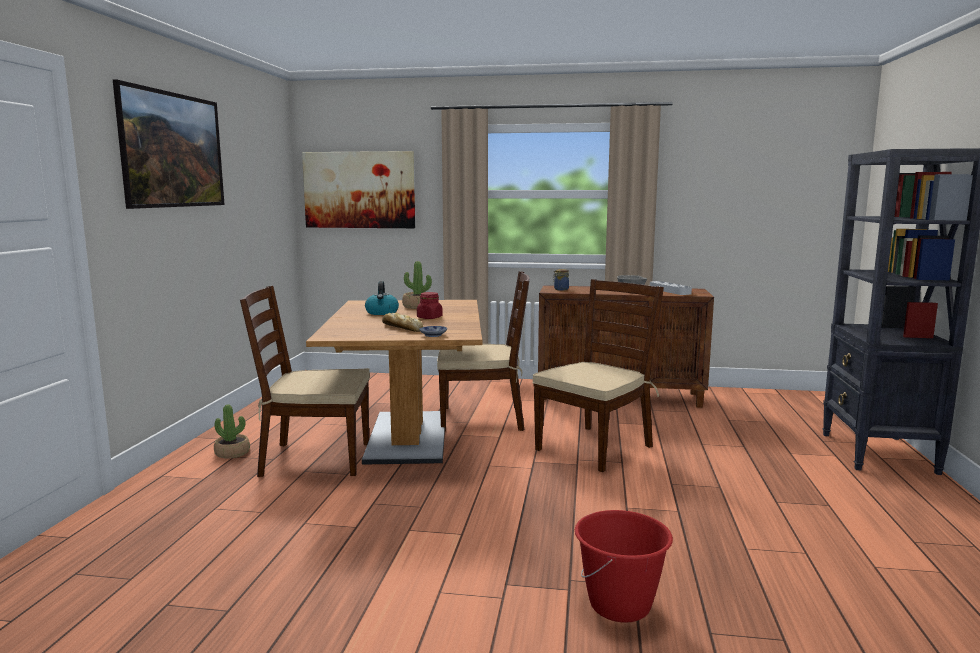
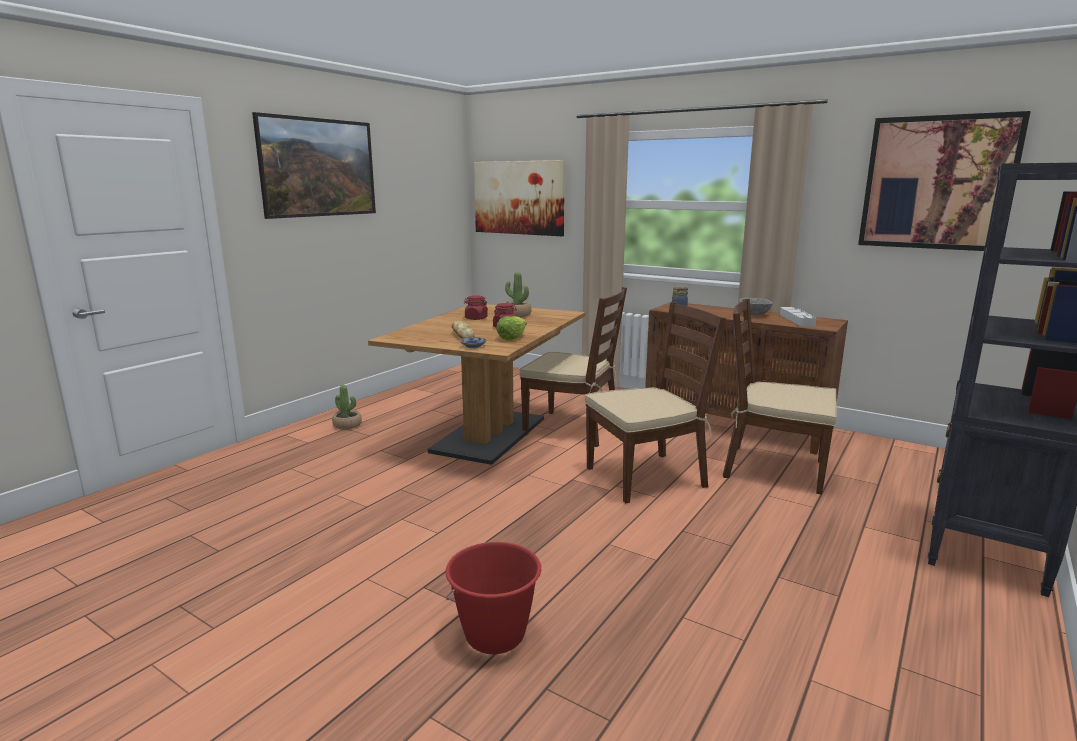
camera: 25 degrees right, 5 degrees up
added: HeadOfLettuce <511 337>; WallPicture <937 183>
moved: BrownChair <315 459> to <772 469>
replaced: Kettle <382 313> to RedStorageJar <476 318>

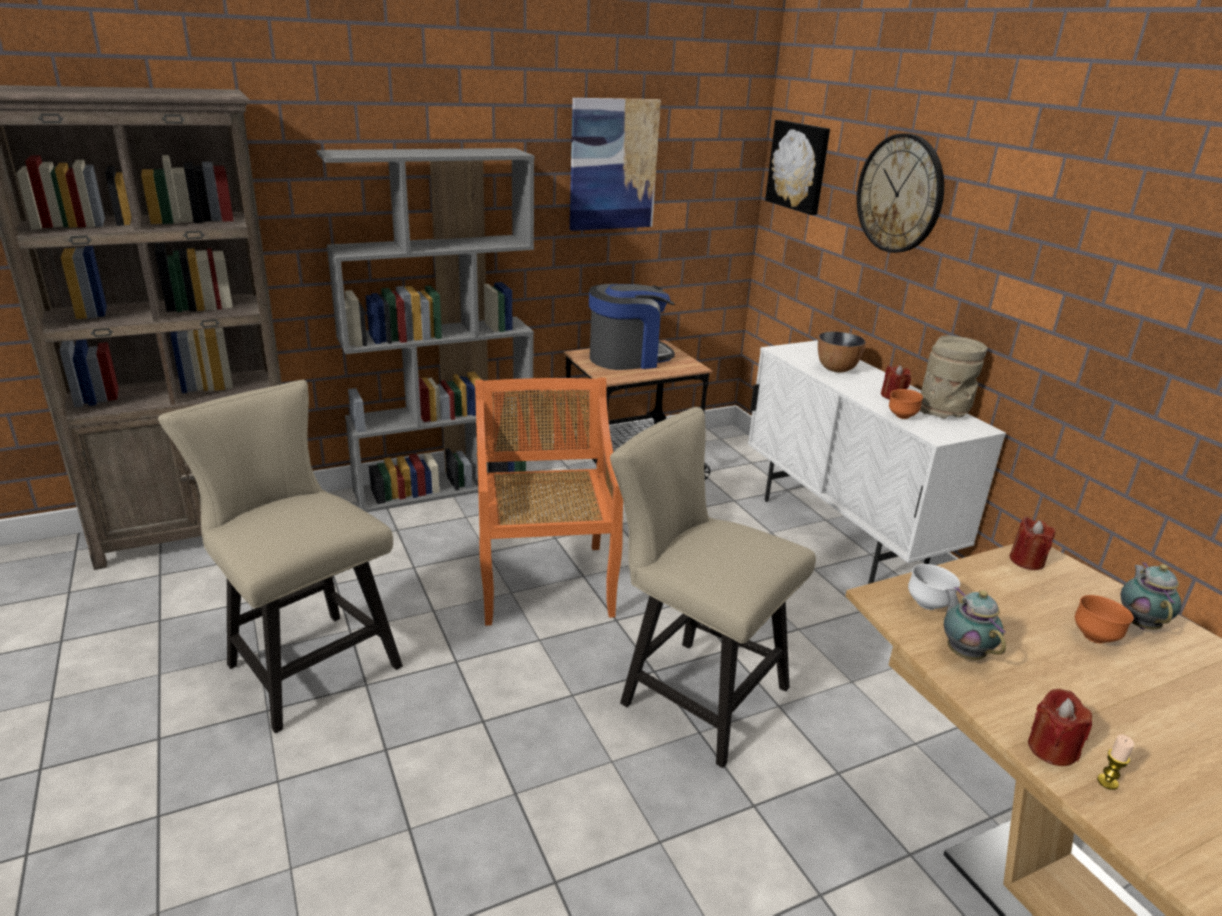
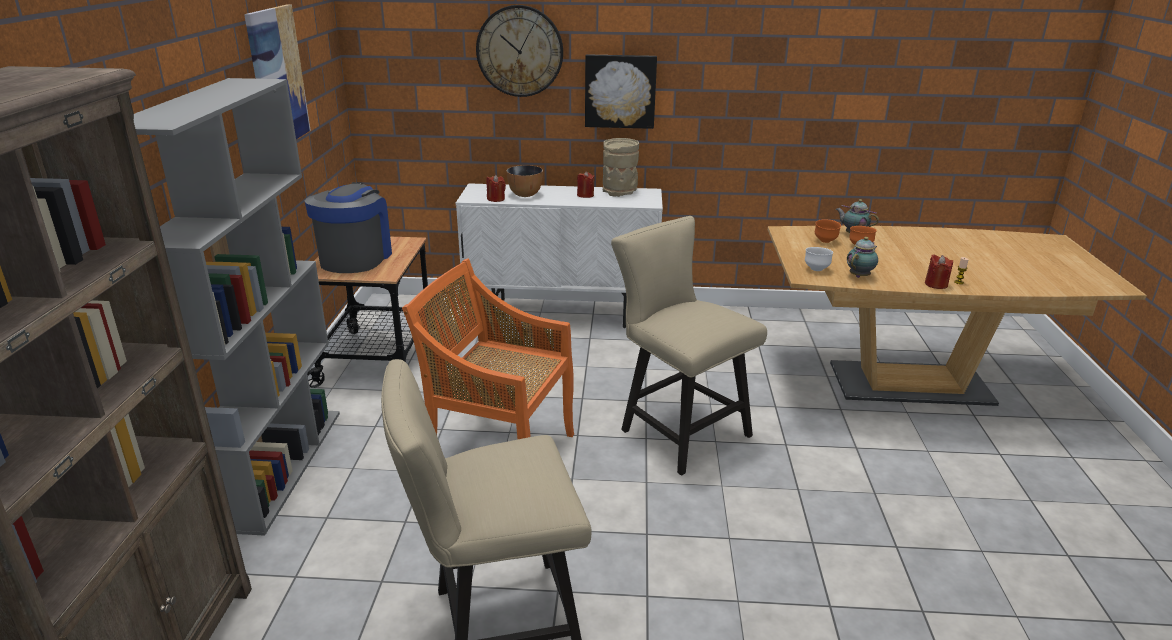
camera: 60 degrees left, 0 degrees up
moved: WallPicture <799 166> to <620 91>; OrangeyDeepDish <901 417> to <825 241>; RedWaxCandle <1026 561> to <496 199>
turned: SandColouredChair <693 692> = <677 430> 75 degrees clockwise; Teapot <963 652> = <860 276> 120 degrees clockwise

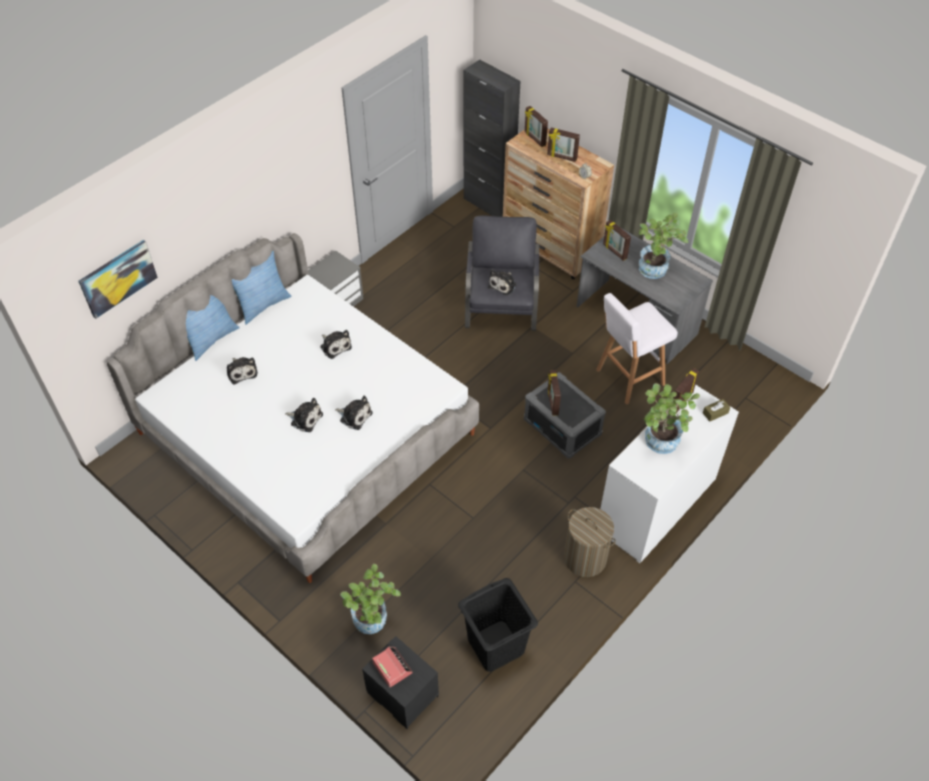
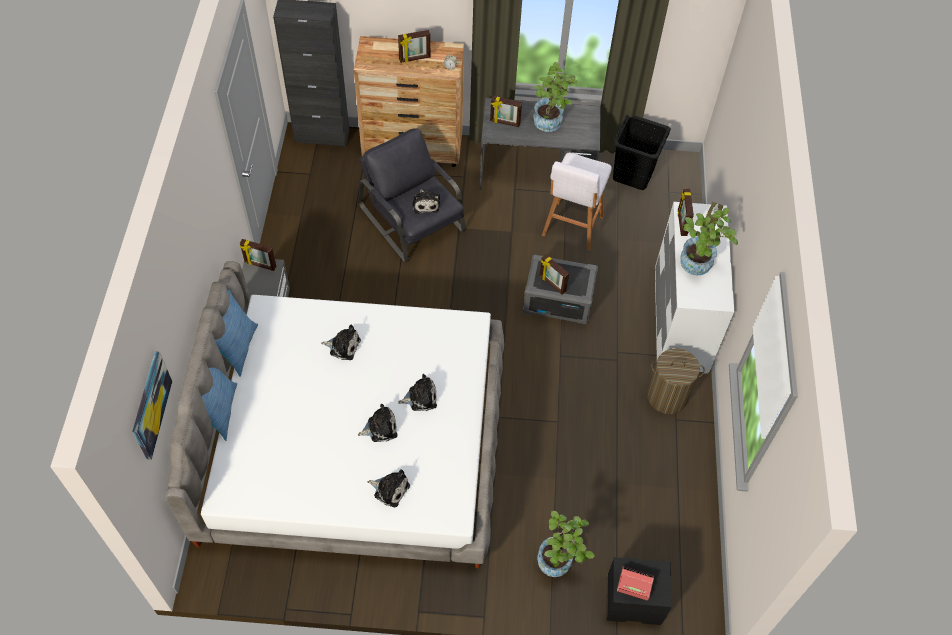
camera: 40 degrees left, 5 degrees up
moved: PlushToy <241 371> to <390 489>; BlackishHamper <495 646> to <633 174>; StandingFrame <534 139> to <260 265>

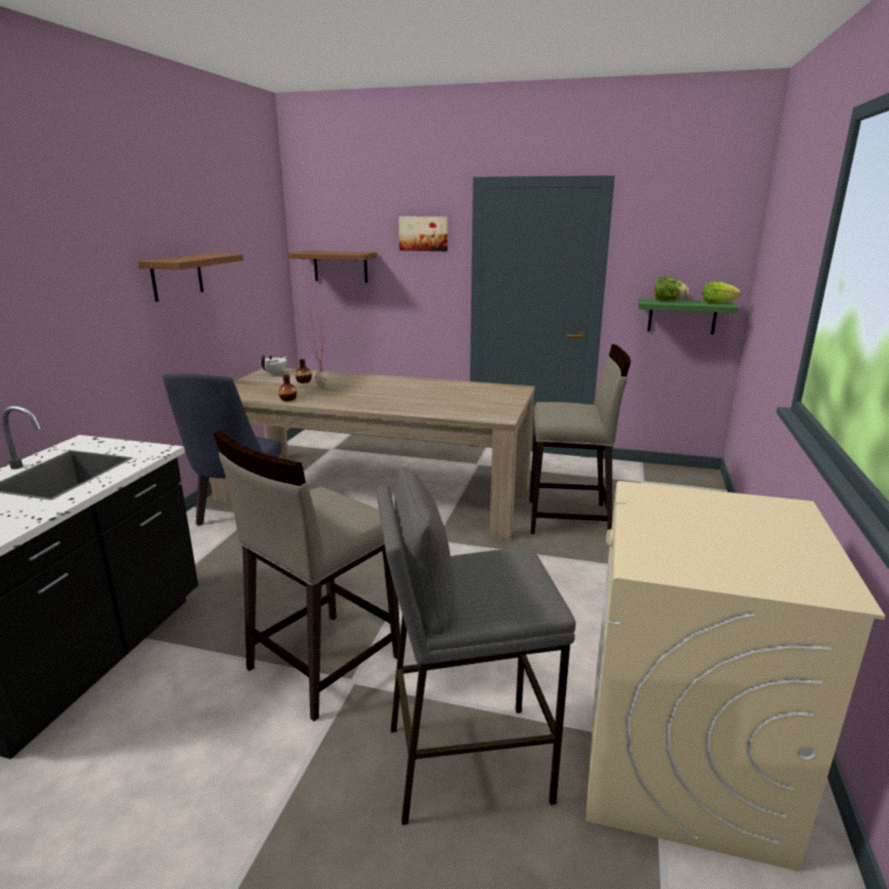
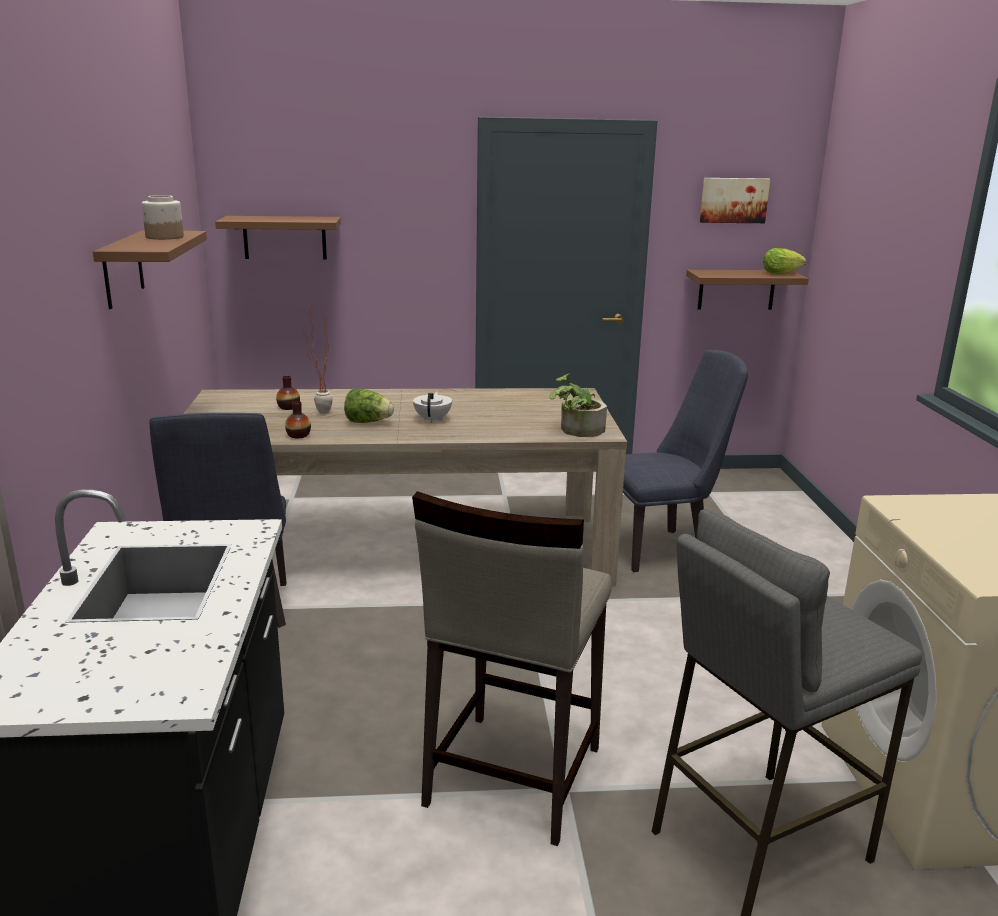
camera: 20 degrees left, 0 degrees up
added: StorageJar <164 237>; PottedPlant <576 430>
moved: WhiteTeapot <275 373> to <433 419>; WallPicture <423 233> to <733 200>; HeadOfLettuce <668 300> to <368 422>
replaced: SandColouredStool <569 519> to BlueChair <663 549>
recoloured: GreenishWallShelf <682 316> to BrownWallShelf <736 289>

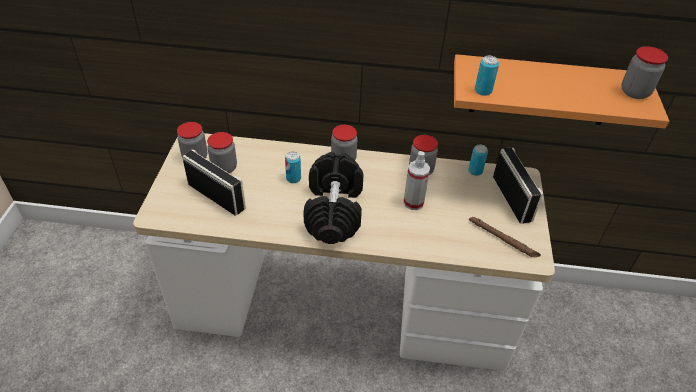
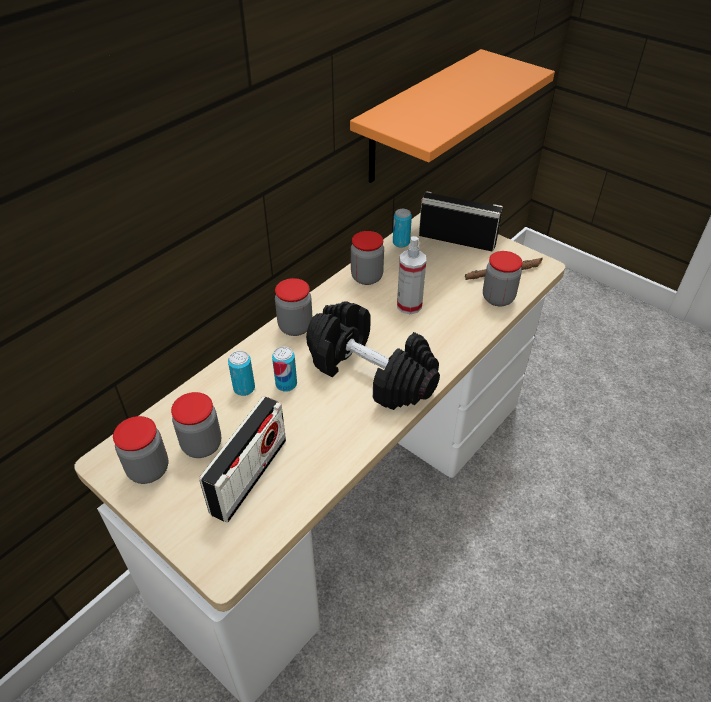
camera: 55 degrees left, 0 degrees up
moved: SealedCan <483 91> to <244 388>; StorageJar <635 92> to <498 298>
turned: RadioSet <216 196> = <249 476> 135 degrees clockwise

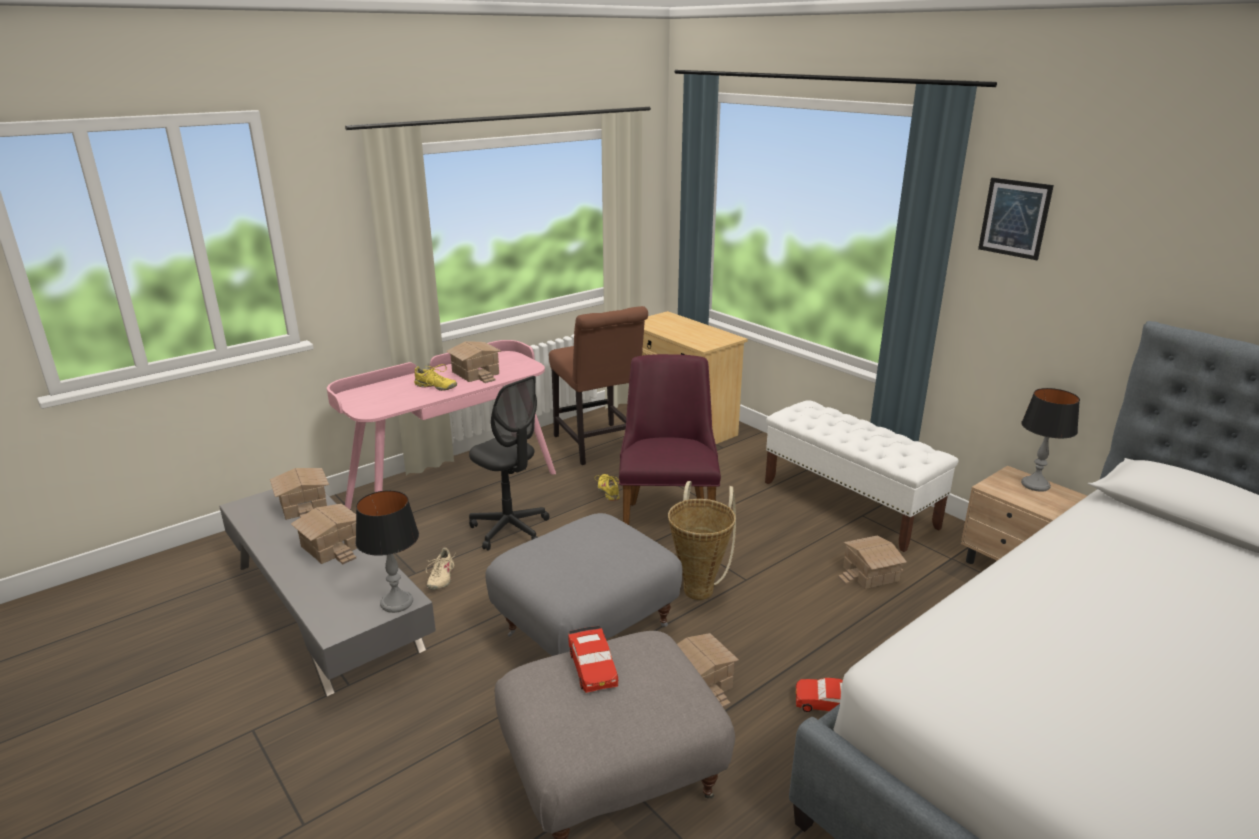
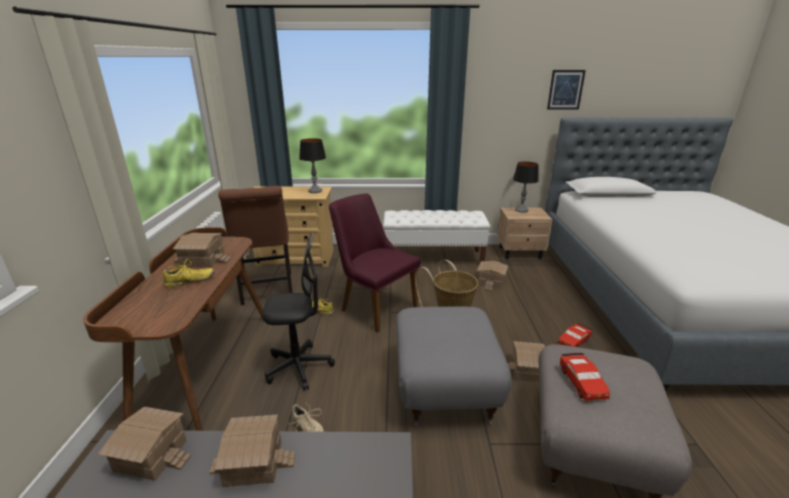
camera: 50 degrees left, 0 degrees up
moved: TableLamp <396 603> to <315 191>; WallPicture <1014 218> to <565 90>
recoloured: PinkishDeskUnit <453 489> to BrownDeskUnit <207 369>
turned: BrownChair <599 446> = <267 290> 60 degrees clockwise; RedMiniatureCar <593 667> = <582 382> 60 degrees clockwise

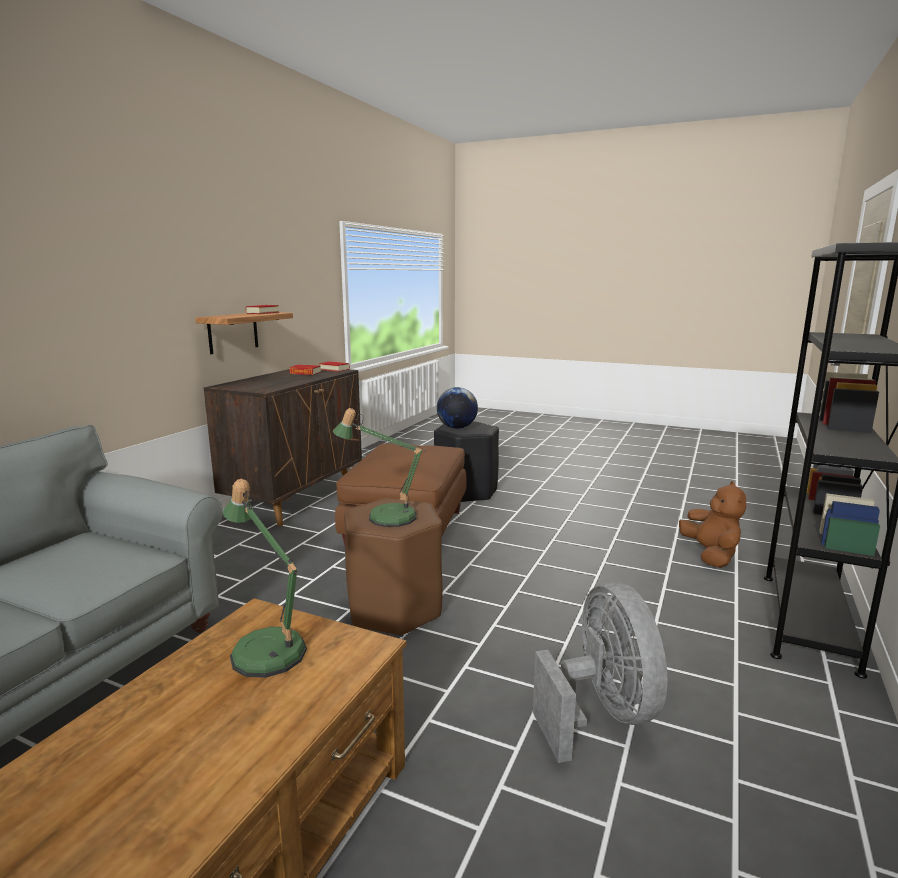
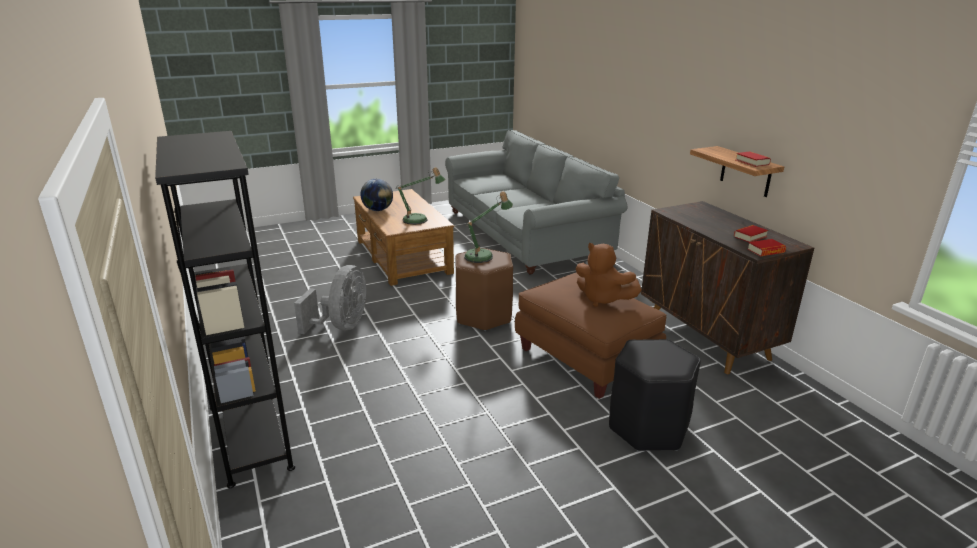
camera: 130 degrees right, 10 degrees up
moved: Globe <457 428> to <377 210>; BrownPlushToy <711 555> to <602 299>
turned: GrayCoolingFan <601 714> = <342 326> 105 degrees counterclockwise

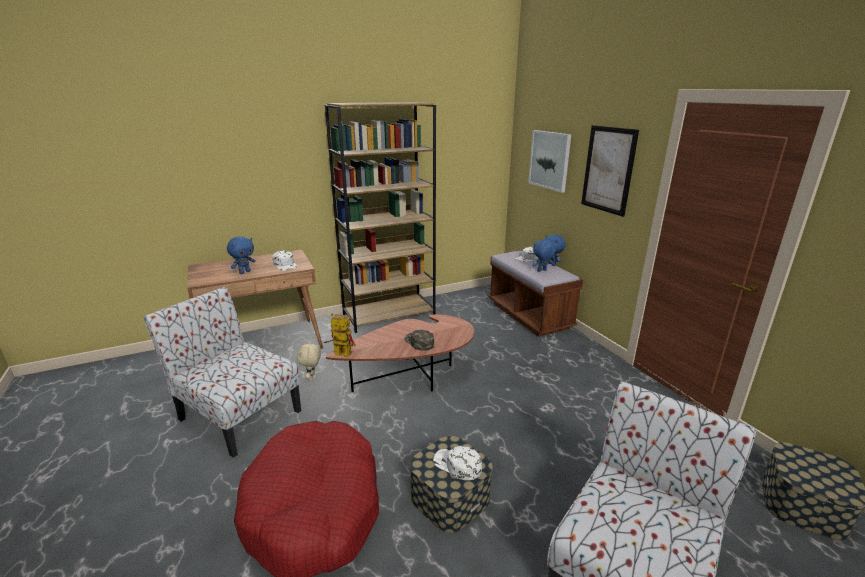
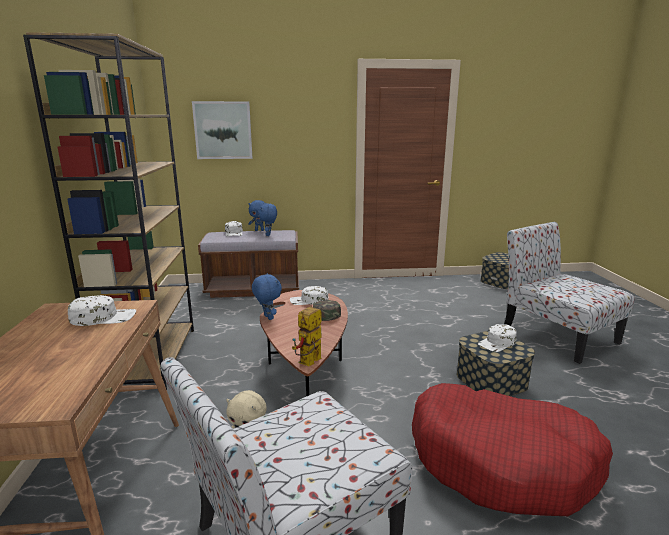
camera: 70 degrees left, 5 degrees down
removed: WallPicture <608 170>
added: WhitePeakedCap <309 301>
moved: BluePlushToy <244 272> to <267 317>

